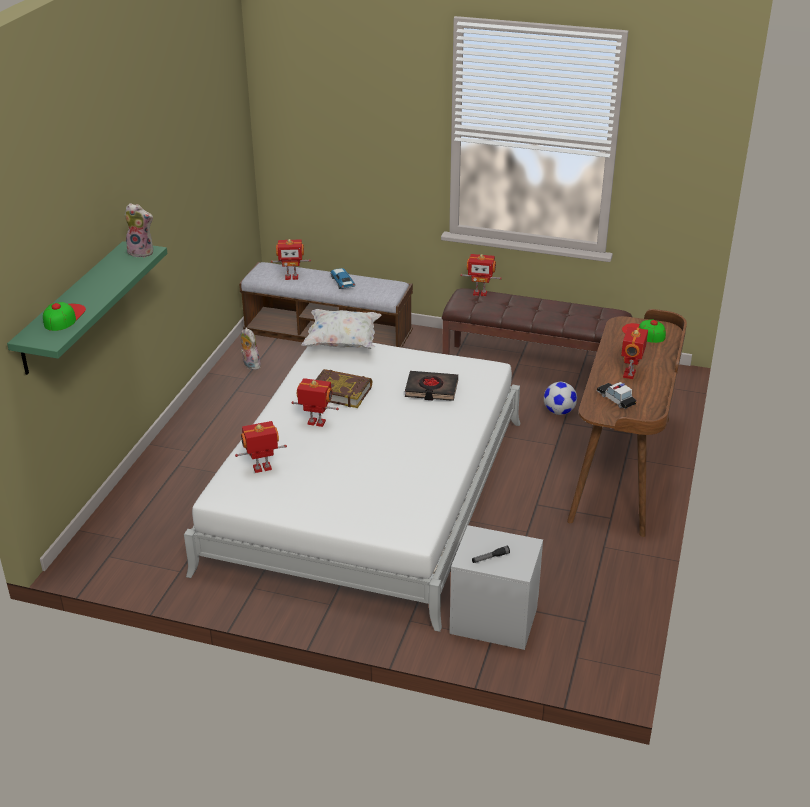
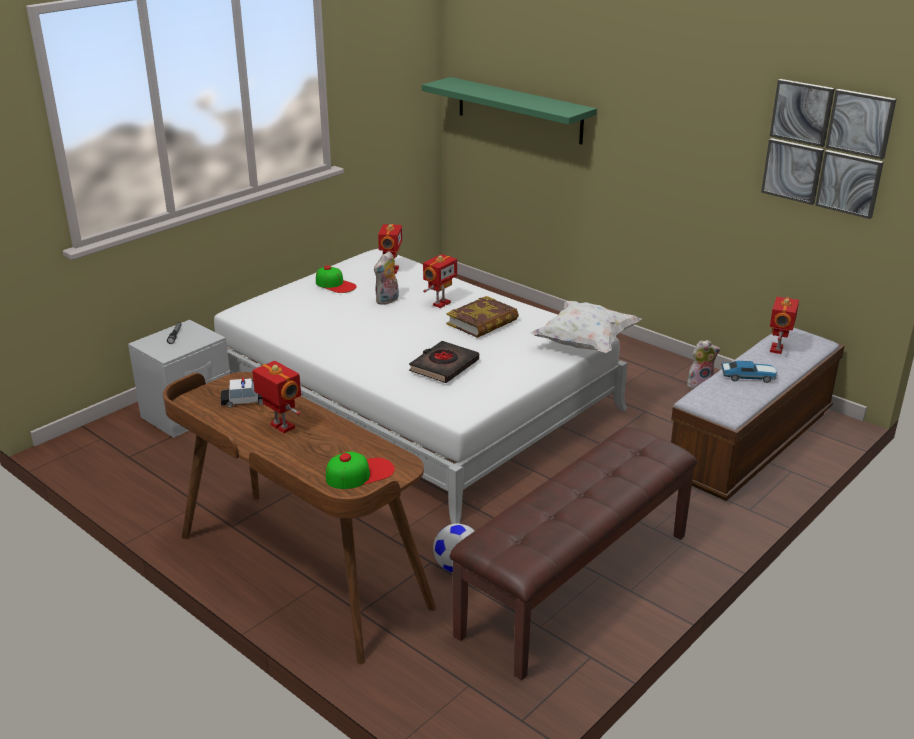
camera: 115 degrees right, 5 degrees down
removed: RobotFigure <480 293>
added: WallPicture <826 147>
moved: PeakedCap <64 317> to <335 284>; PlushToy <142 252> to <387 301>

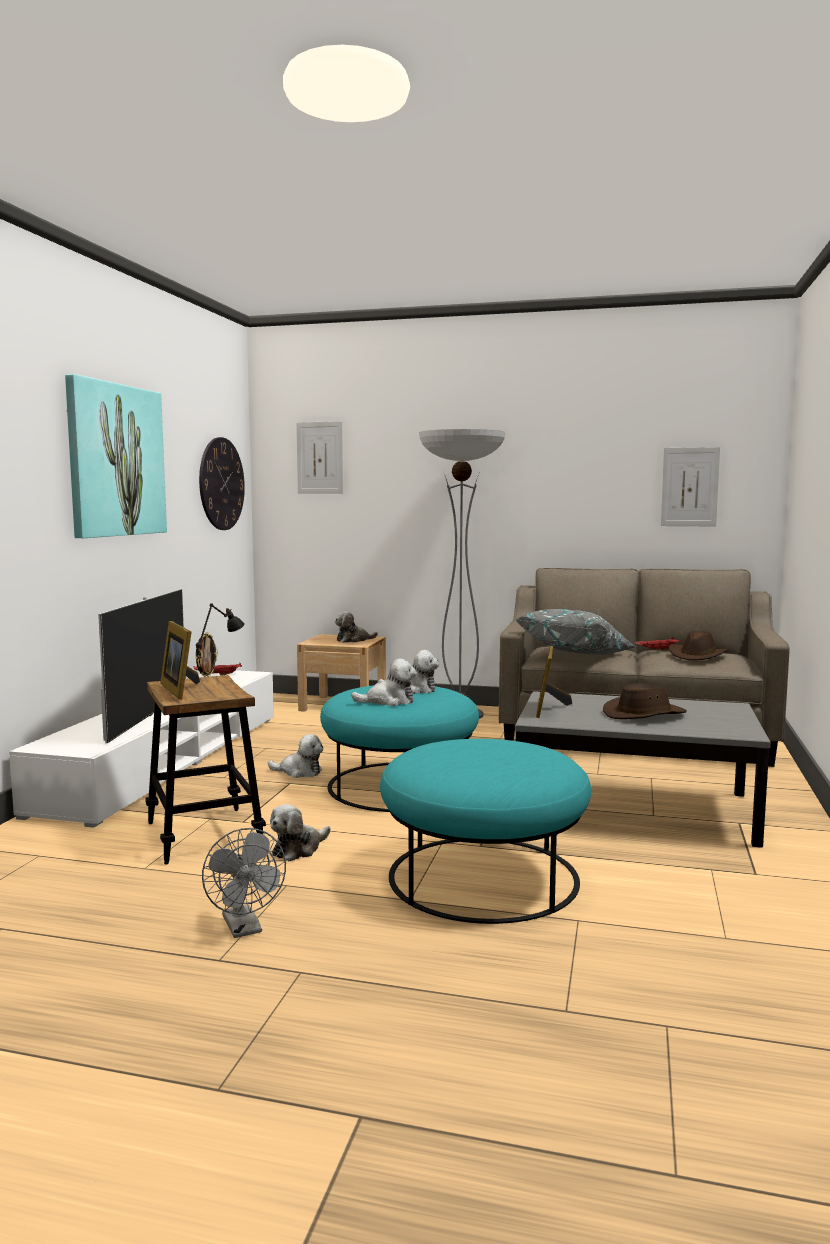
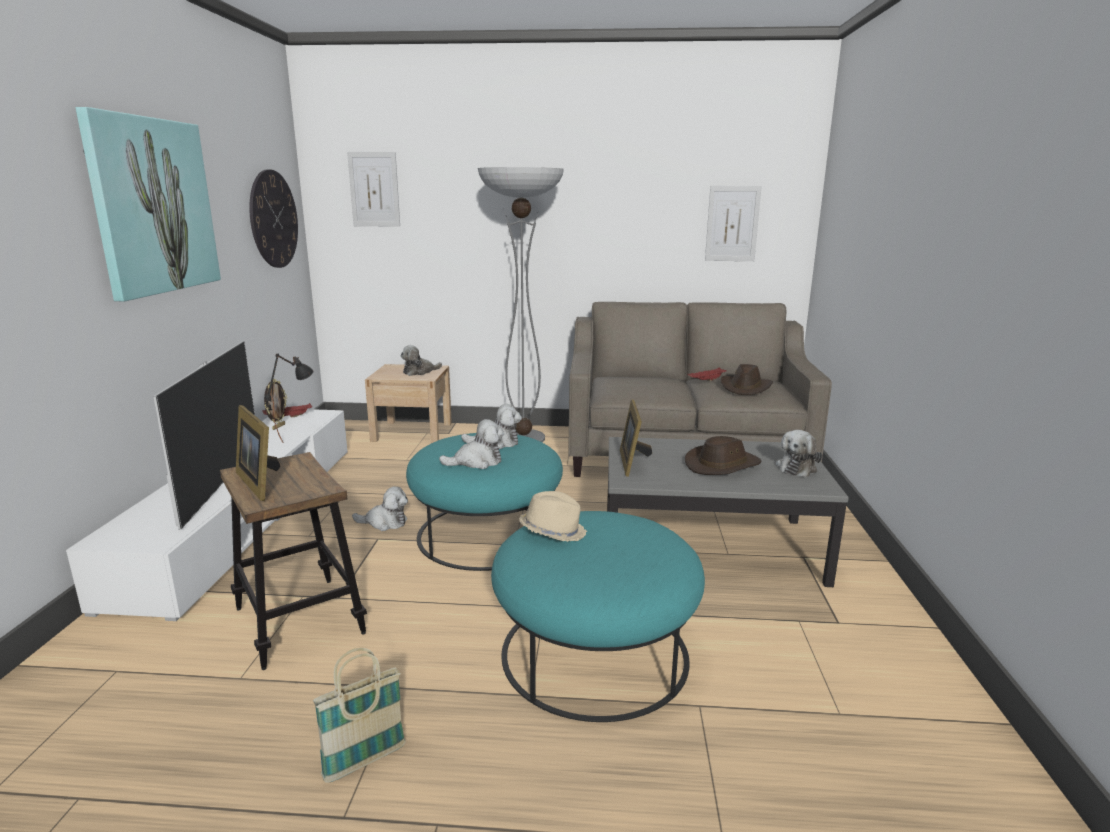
camera: 10 degrees left, 10 degrees up
removed: GrayThrowPillow <576 655>
added: SandColouredWearableHat <553 531>
moved: PlushToy <298 849> to <797 467>
replaced: GrayCoolingFan <245 928> to StorageBasket <365 762>

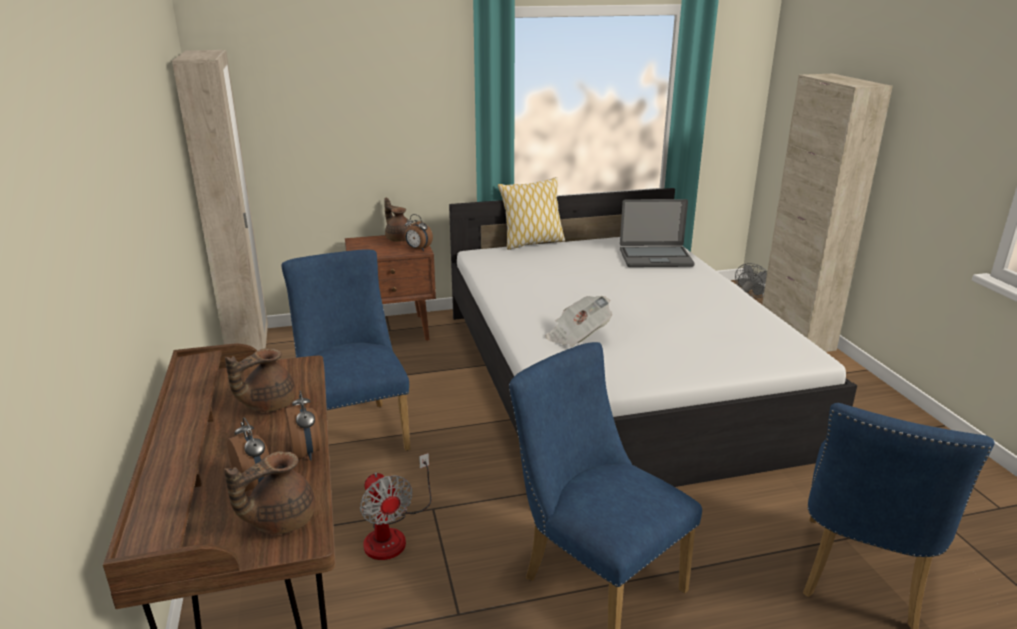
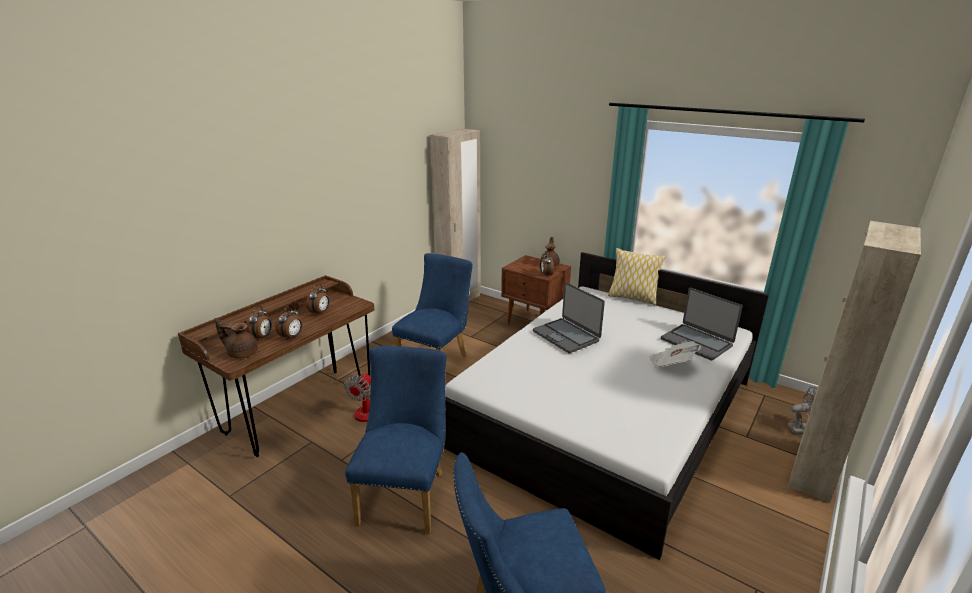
camera: 50 degrees right, 0 degrees up
added: PortableComputer <566 336>
moved: DailyPaper <577 336> to <671 364>
replaced: BrownTeapot <267 404> to TableClock <320 312>

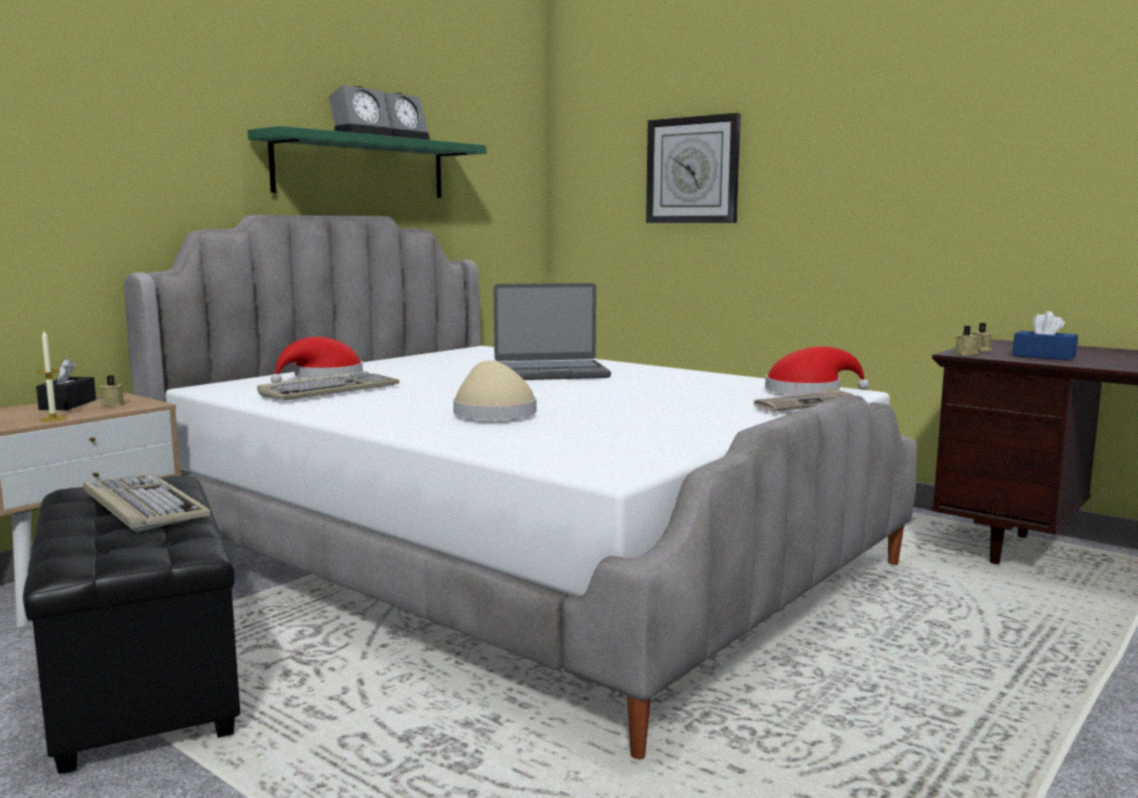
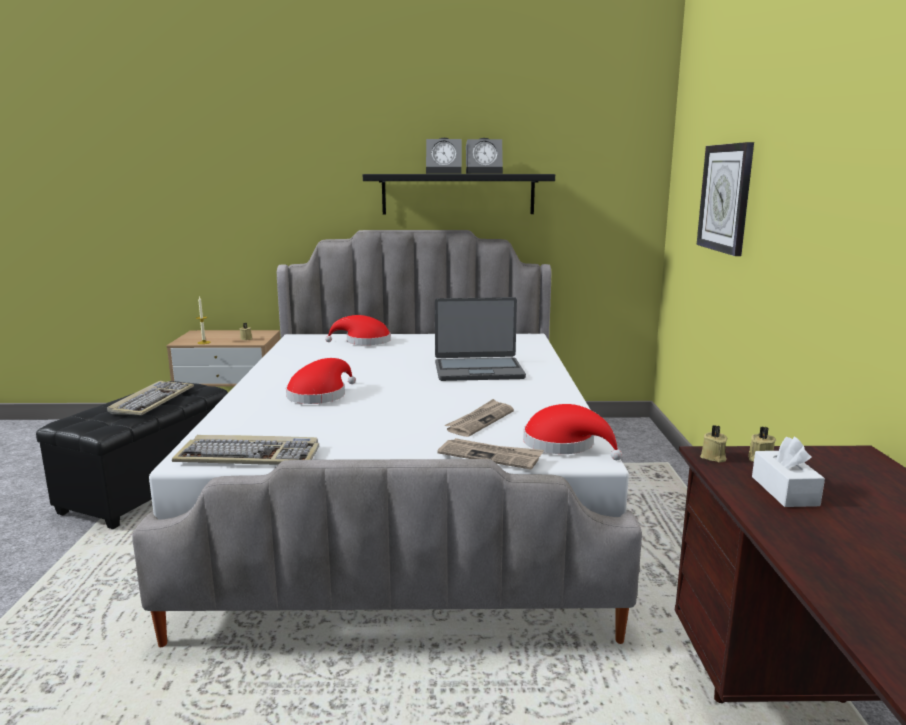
camera: 50 degrees right, 5 degrees up
removed: BlackishBoxOfTissues <68 404>
added: DailyPaper <480 420>
moved: Keyboard <329 391> to <250 456>
recoloured: GreenishWallShelf <361 167> to BlackishWallShelf <458 194>; SandColouredWearableHat <493 413> to RedWearableHat <320 395>; BlueBoxOfTissues <1043 356> to WhiteBoxOfTissues <784 491>
turned: PortableComputer <550 372> = <478 370> 45 degrees counterclockwise

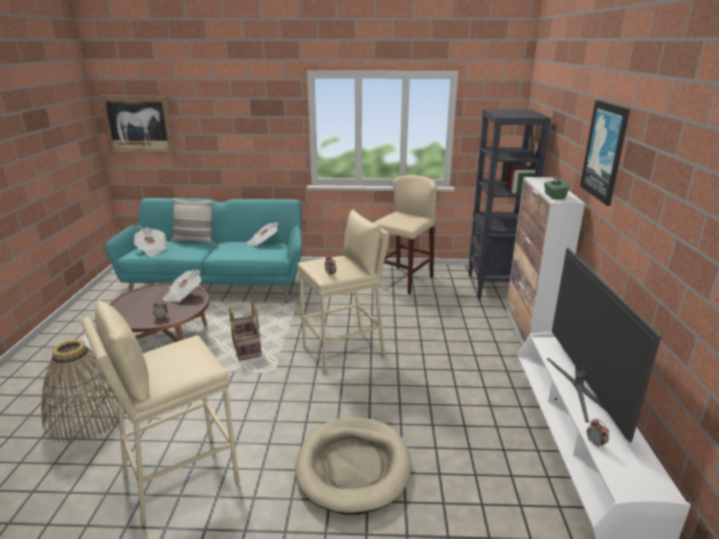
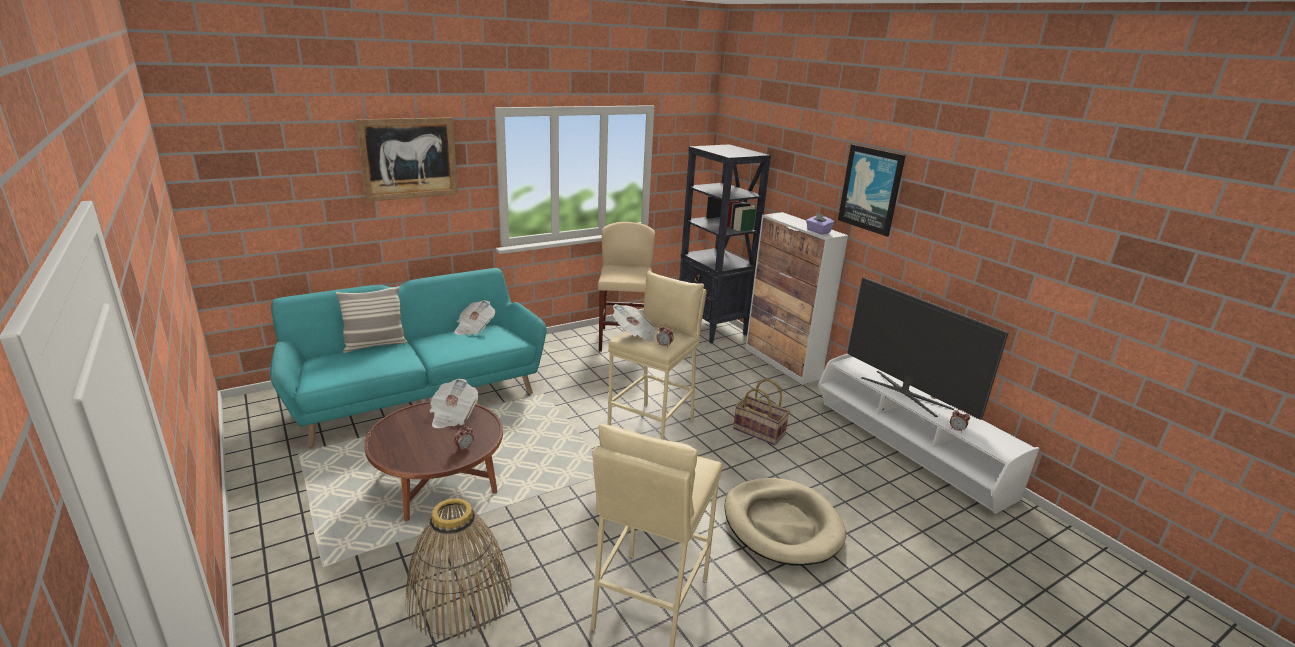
camera: 35 degrees left, 0 degrees up
moved: WallPicture <138 125> to <409 158>; DailyPaper <152 250> to <634 334>; StorageBasket <247 348> to <759 431>
recoloured: GreenishBoxOfTissues <554 196> to PurpleColouredBoxOfTissues <818 231>

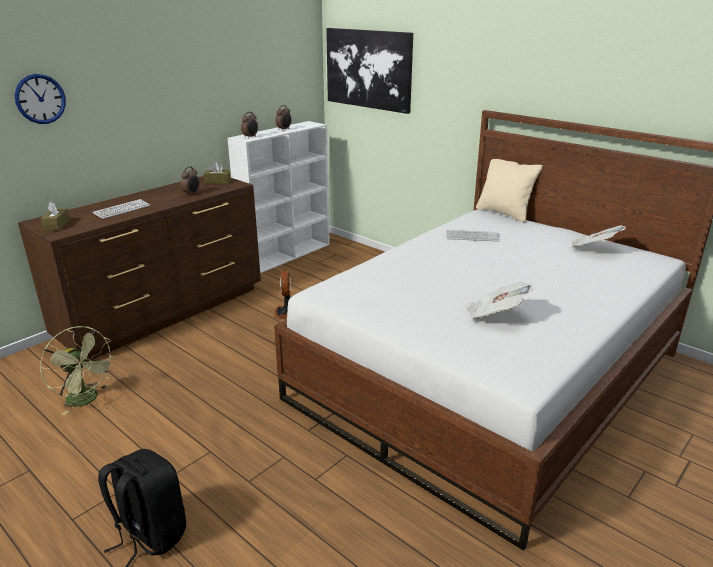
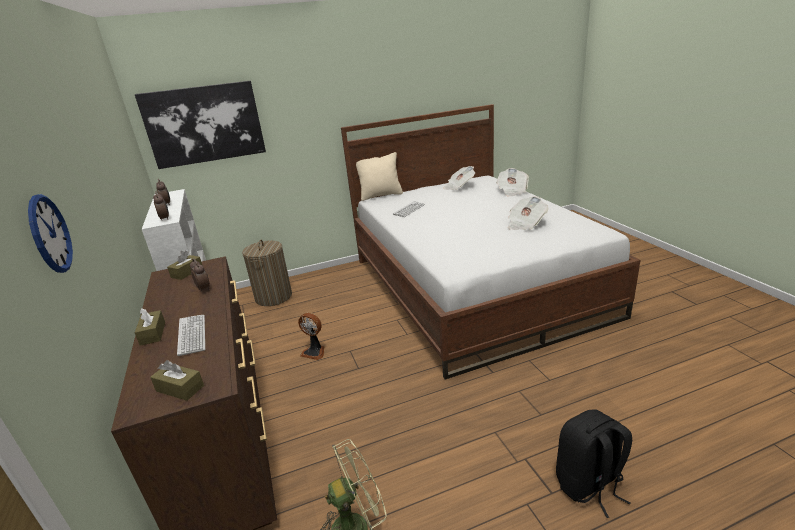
camera: 60 degrees left, 0 degrees up
added: BrownBoxOfTissues <153 333>; Hamper <273 297>; DailyPaper <512 191>

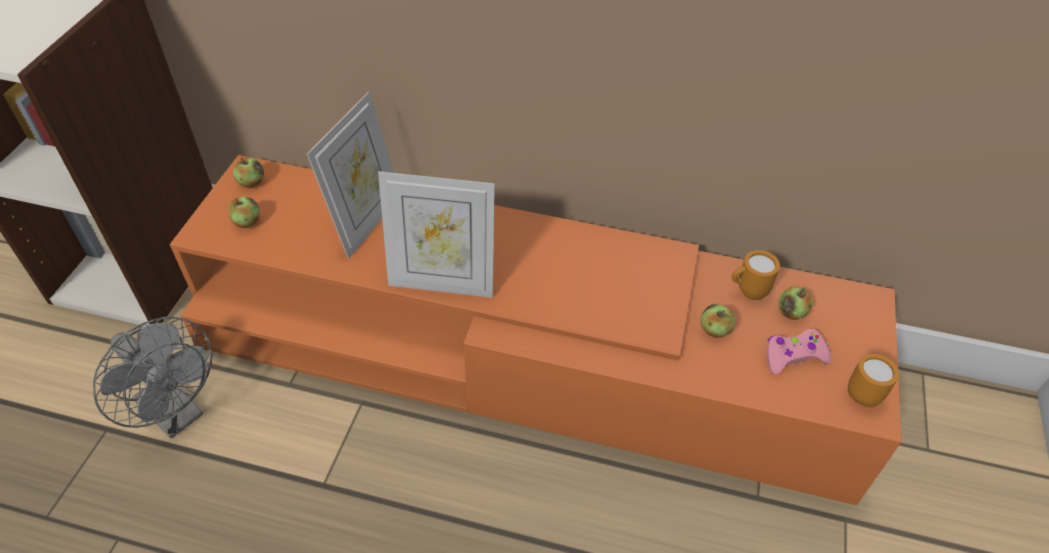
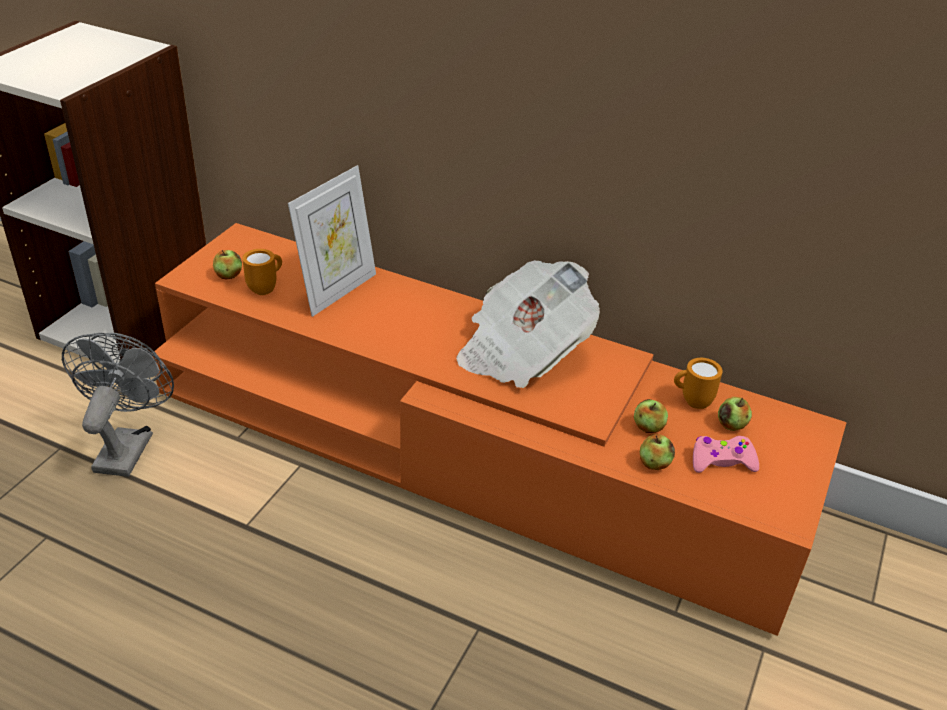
camera: 10 degrees right, 10 degrees down
removed: StandingFrame <442 283>
added: DailyPaper <522 351>
moved: AppleFruit <251 182> to <654 463>; OrangeyTeaMug <865 393> to <266 288>
turned: GrayCoolingFan <177 414> = <127 446> 135 degrees counterclockwise

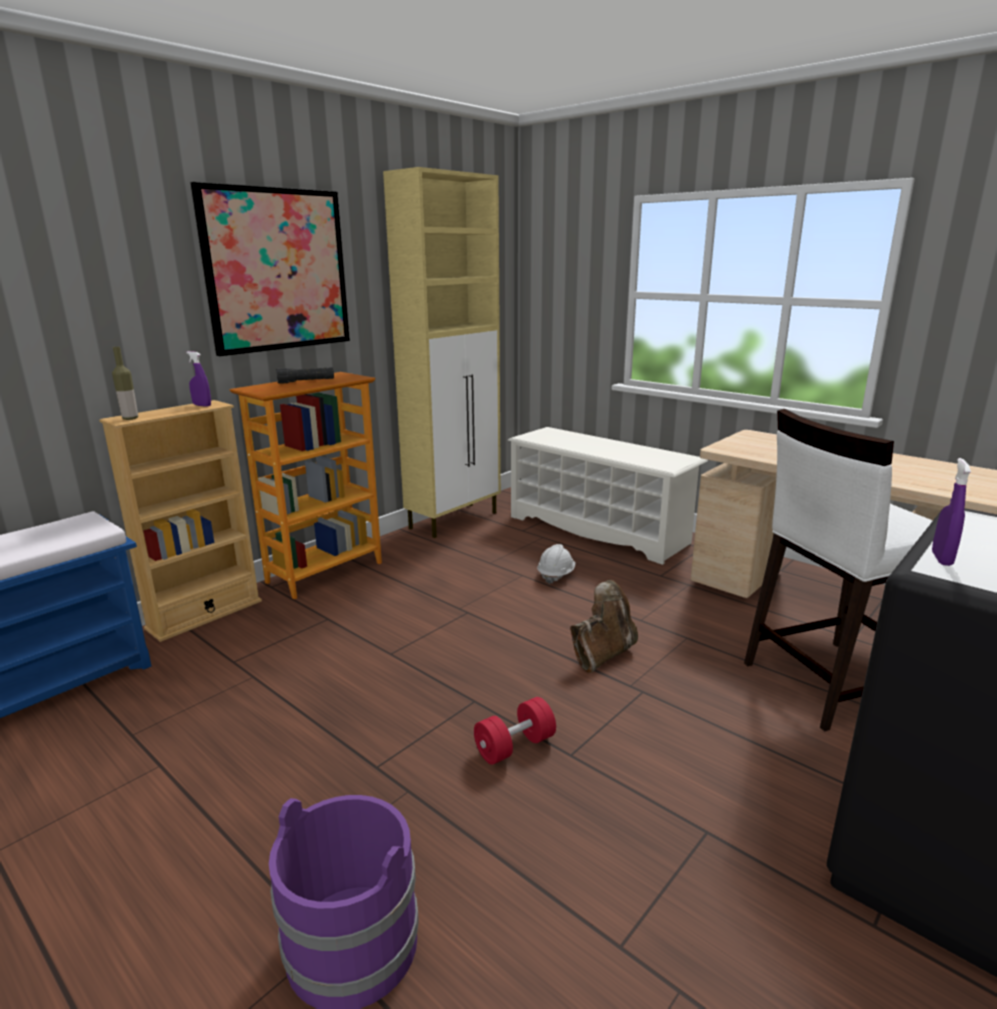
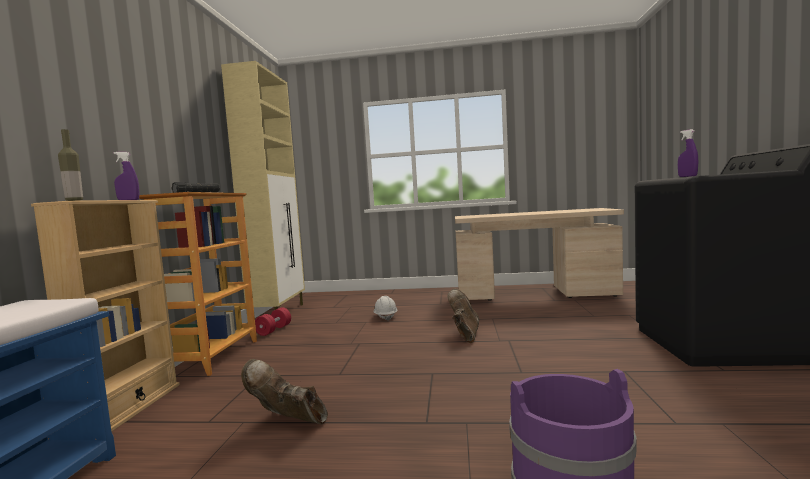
camera: 35 degrees left, 15 degrees down
removed: WallPicture <277 270>; WhiteShoeStand <598 530>; WhiteStool <828 682>
added: BrownBoot <288 422>
moved: RedHandWeight <515 746> to <274 330>

